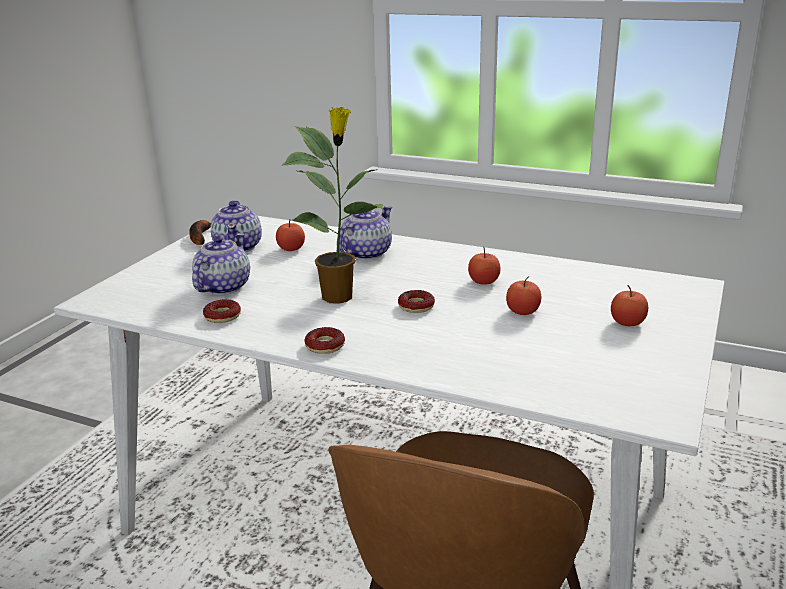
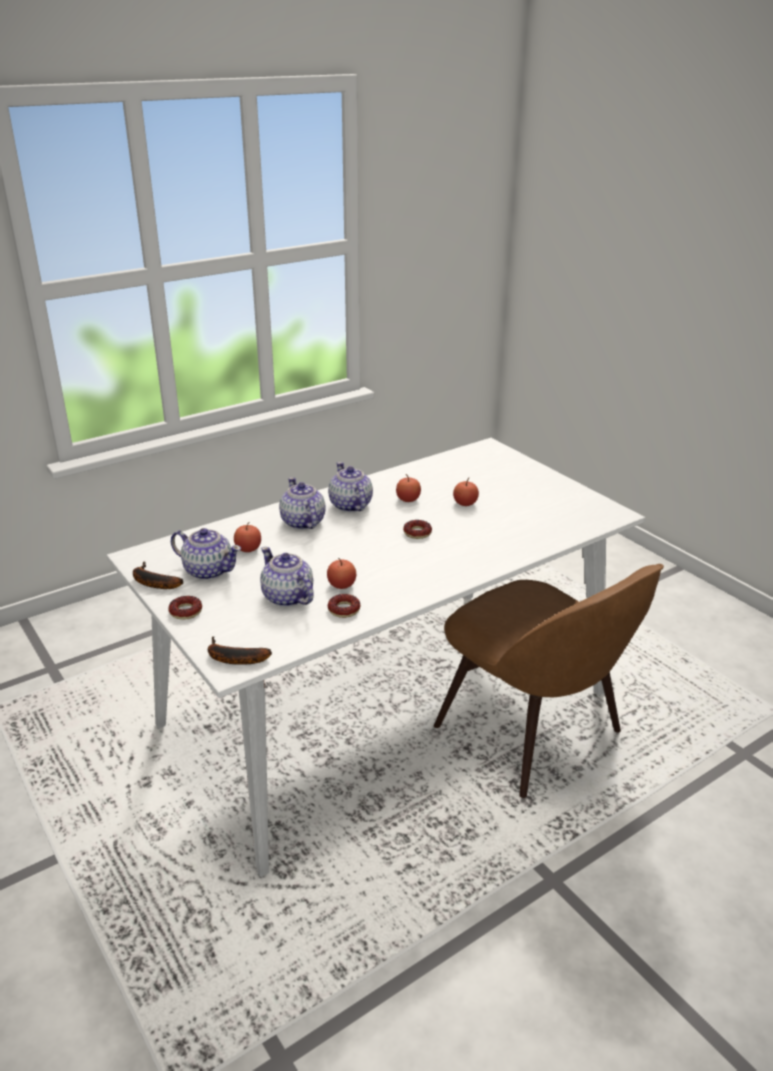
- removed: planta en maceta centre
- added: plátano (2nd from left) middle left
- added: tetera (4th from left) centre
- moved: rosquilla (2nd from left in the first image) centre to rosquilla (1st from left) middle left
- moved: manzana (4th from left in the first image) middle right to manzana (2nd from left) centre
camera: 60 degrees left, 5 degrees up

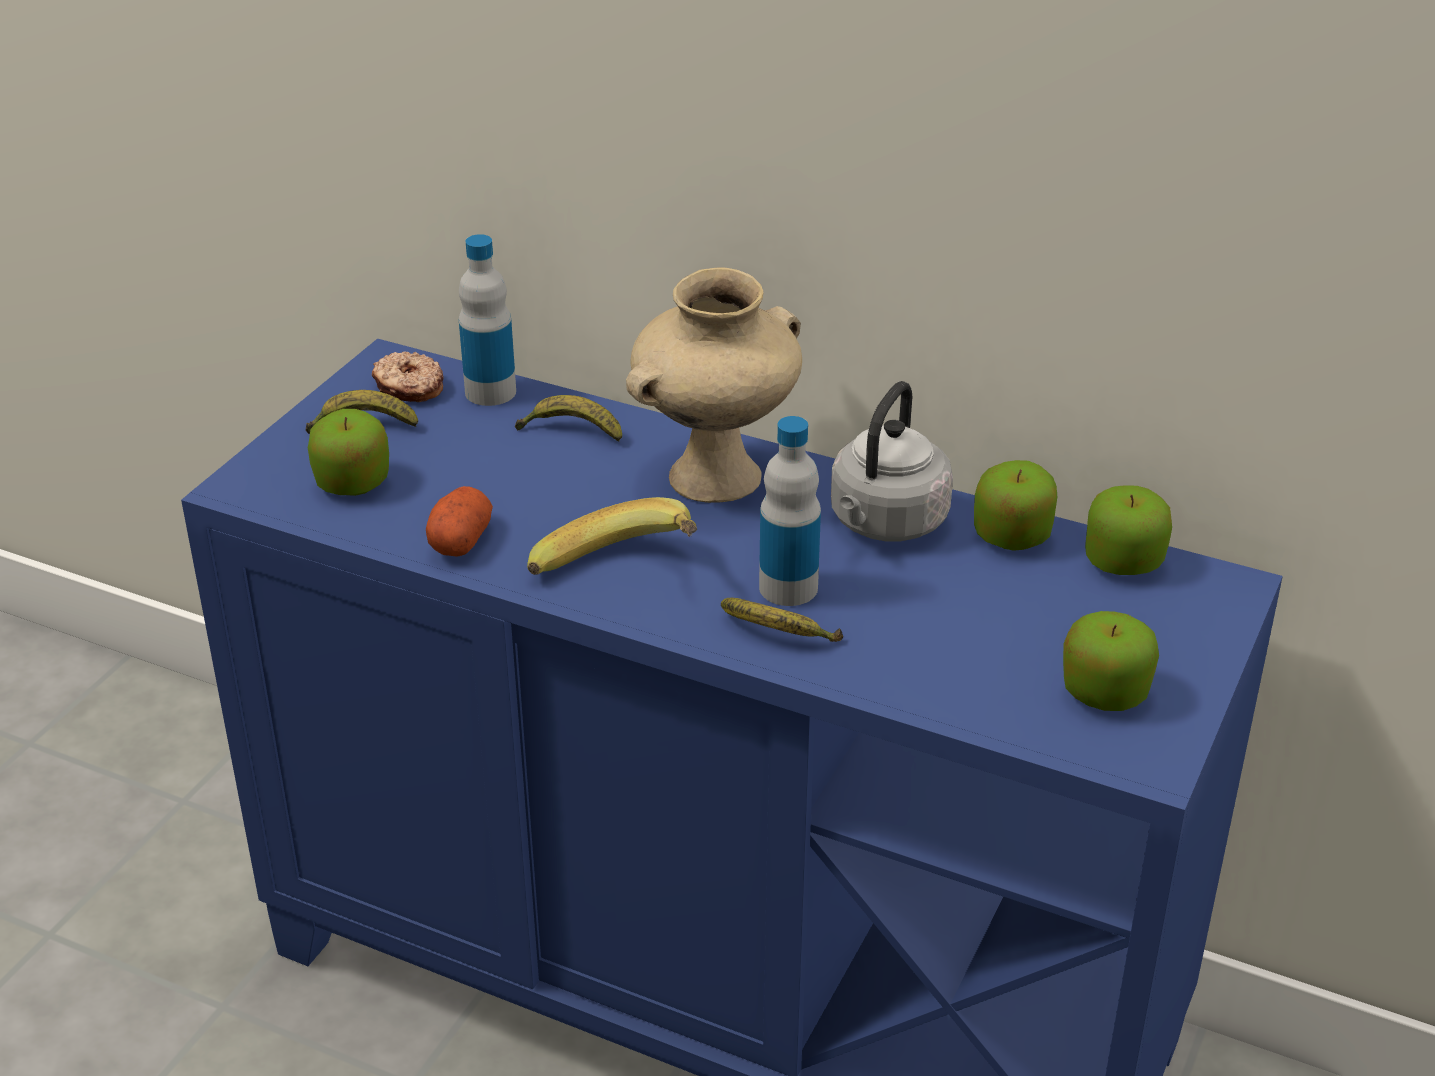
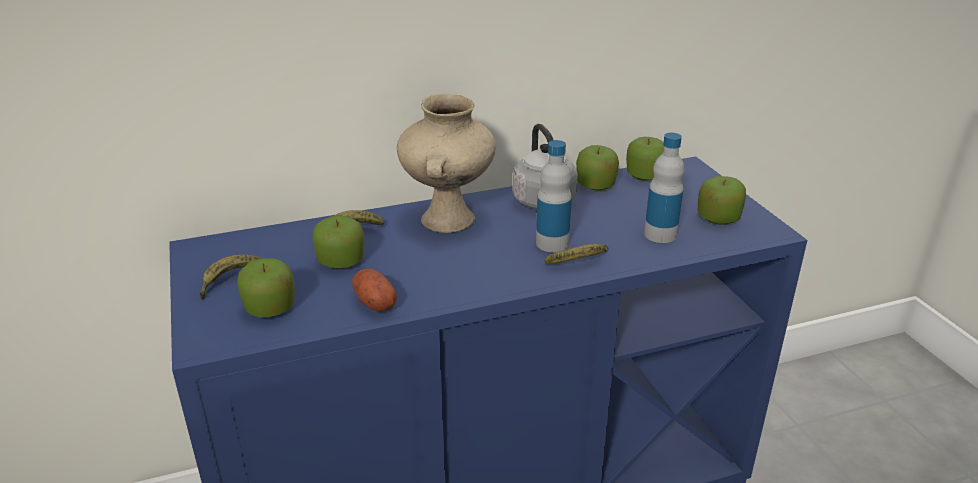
- removed: rosquilla middle left
- removed: plátano (3rd from left) centre
- added: manzana (2nd from left) centre
- moved: botella (1st from left in the first image) top centre to botella (2nd from left) middle right
camera: 45 degrees left, 5 degrees down

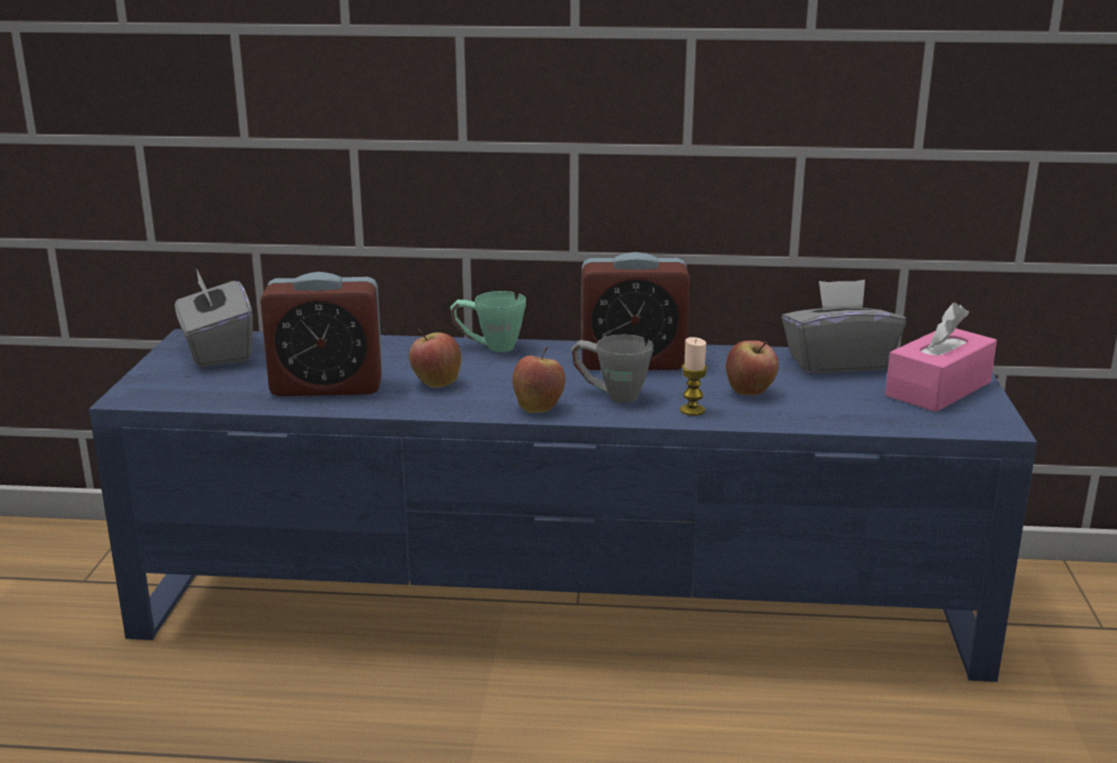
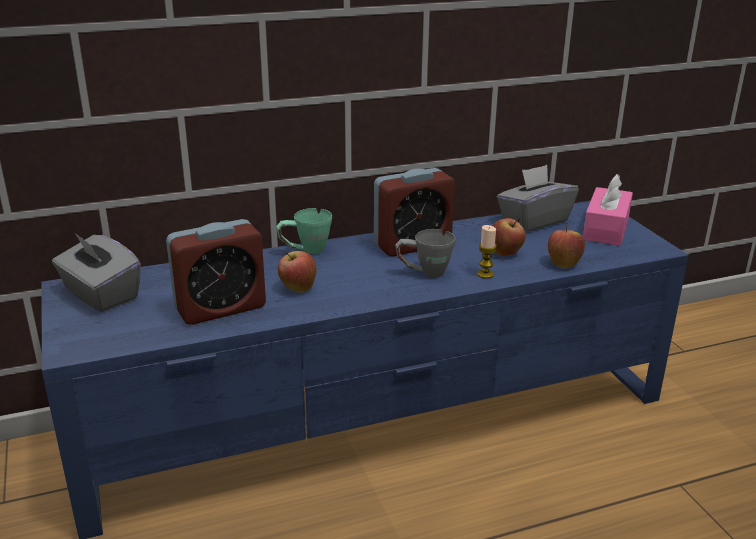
- moved: manzana (2nd from left in the first image) centre to manzana (3rd from left) middle right
camera: 25 degrees left, 5 degrees up

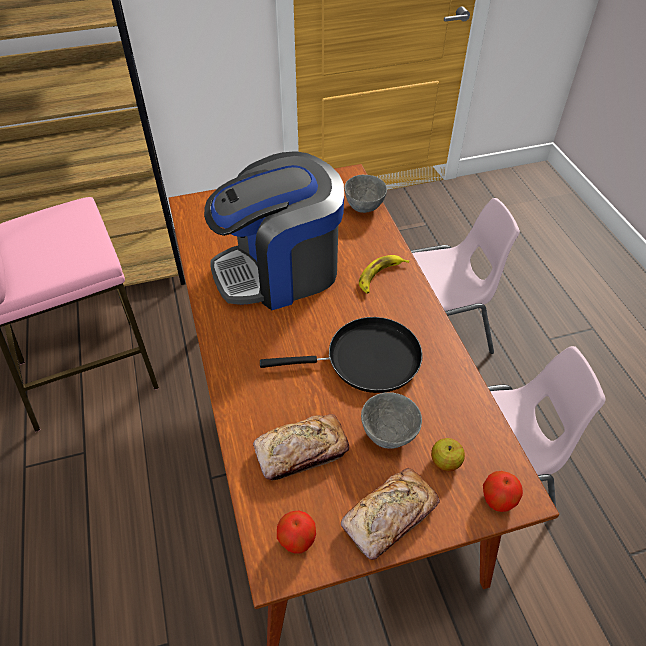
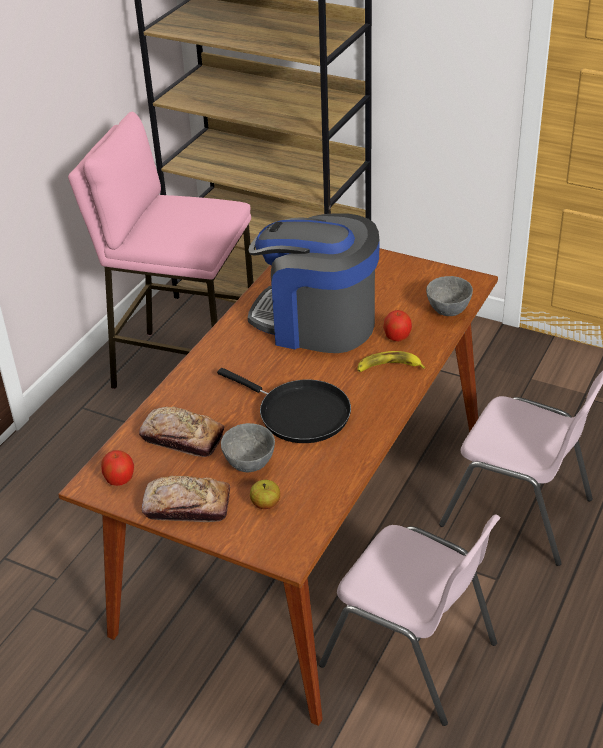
- moved: manzana (3rd from left) bottom right to centre
camera: 45 degrees right, 10 degrees down

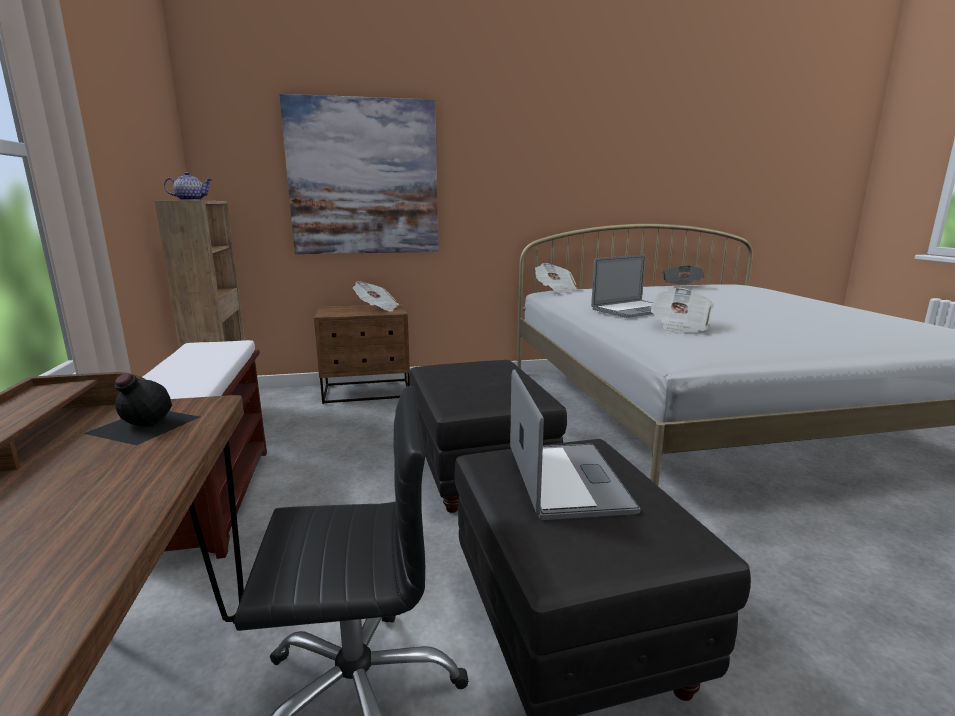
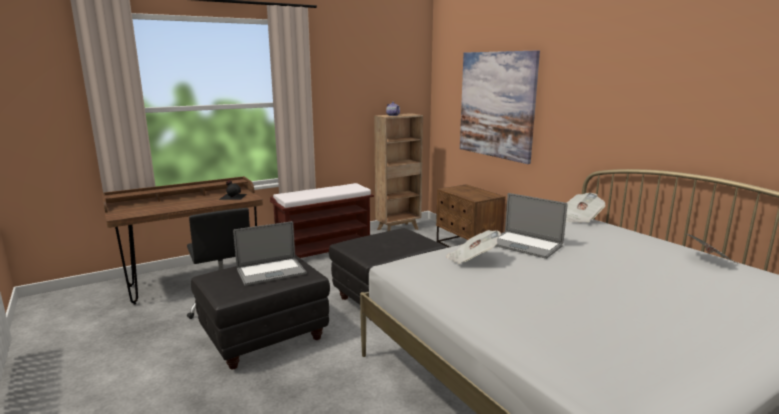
- removed: periódico (1st from left) centre
camera: 70 degrees right, 0 degrees up

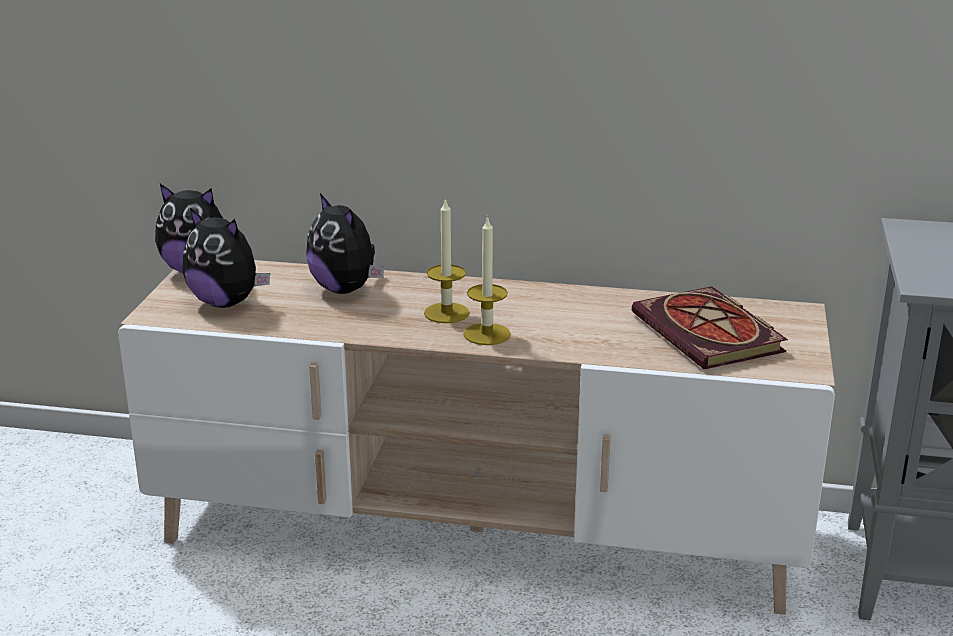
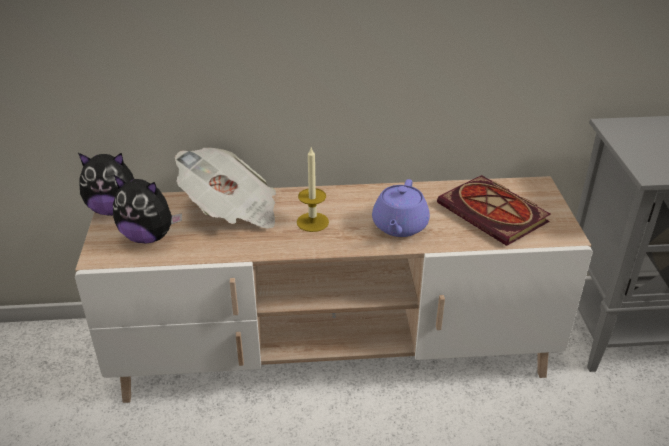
- removed: vela (2nd from left) centre
- added: tetera (morado) centre
- replaced: peluche (3rd from left) centre to periódico centre
camera: 15 degrees left, 10 degrees up

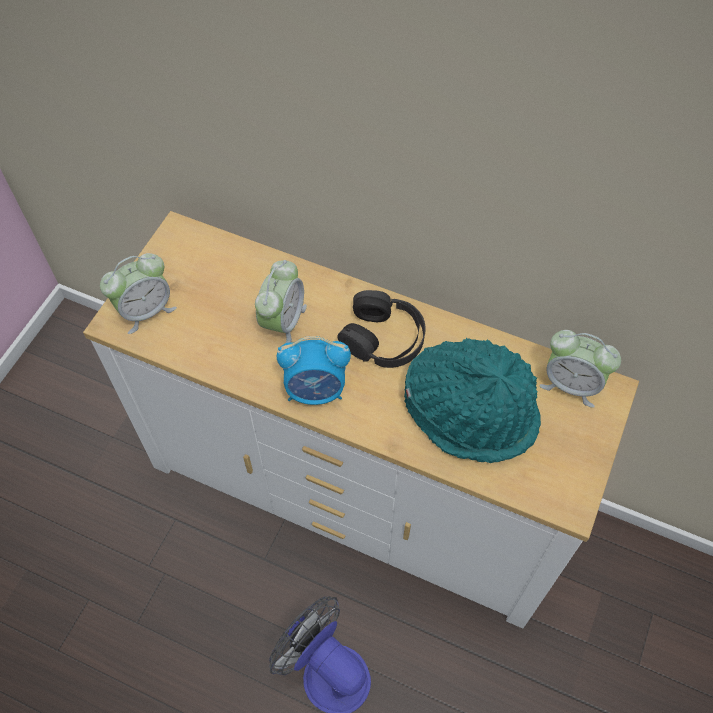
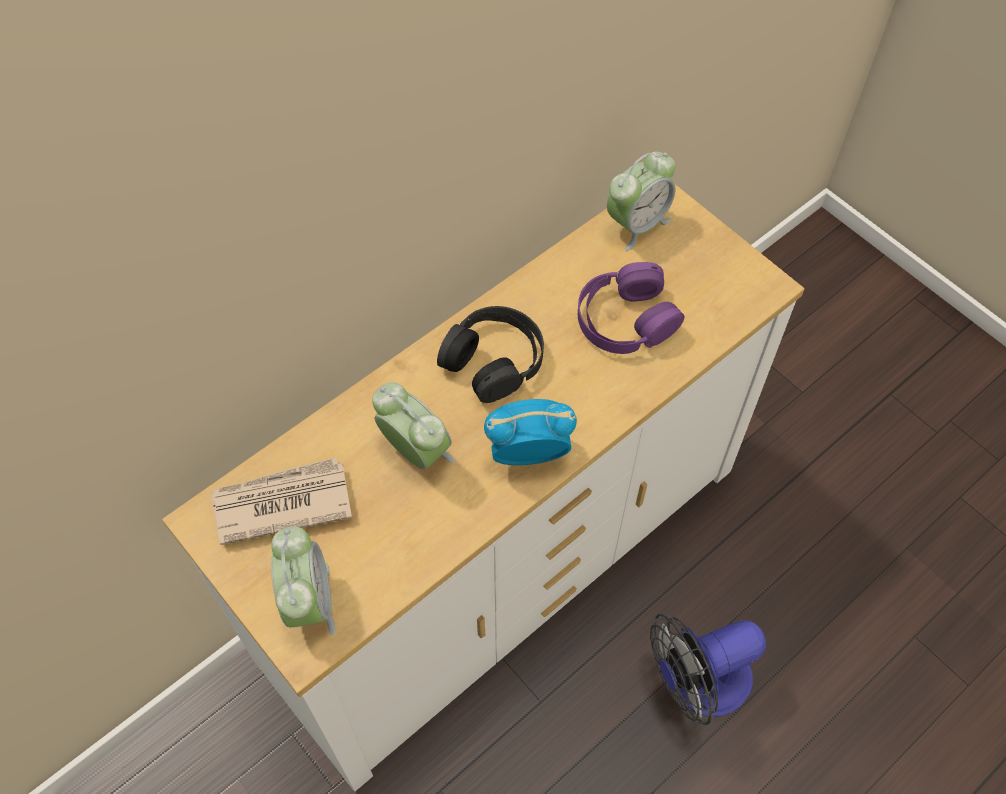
- added: periódico middle left
- replaced: sombrero (turquesa) centre to auriculares (morado) centre
- turned: despertador (3rd from left) centre = centre 120 degrees counterclockwise
camera: 65 degrees left, 0 degrees up

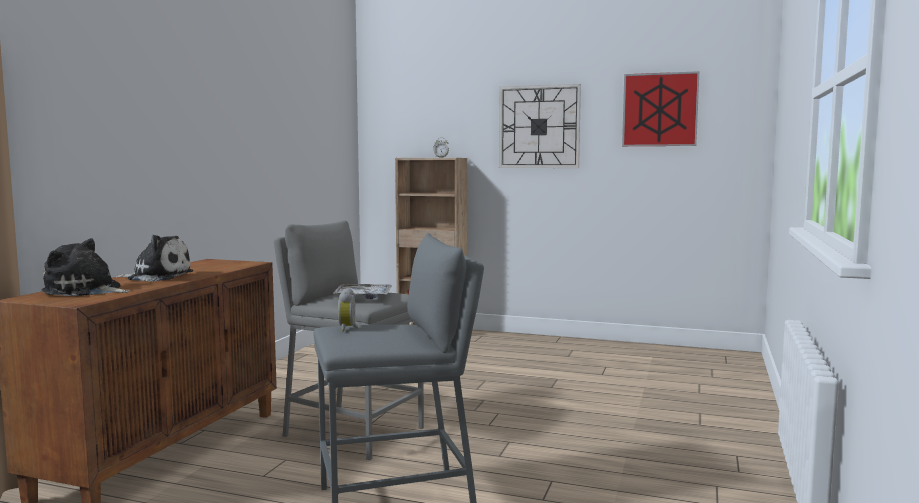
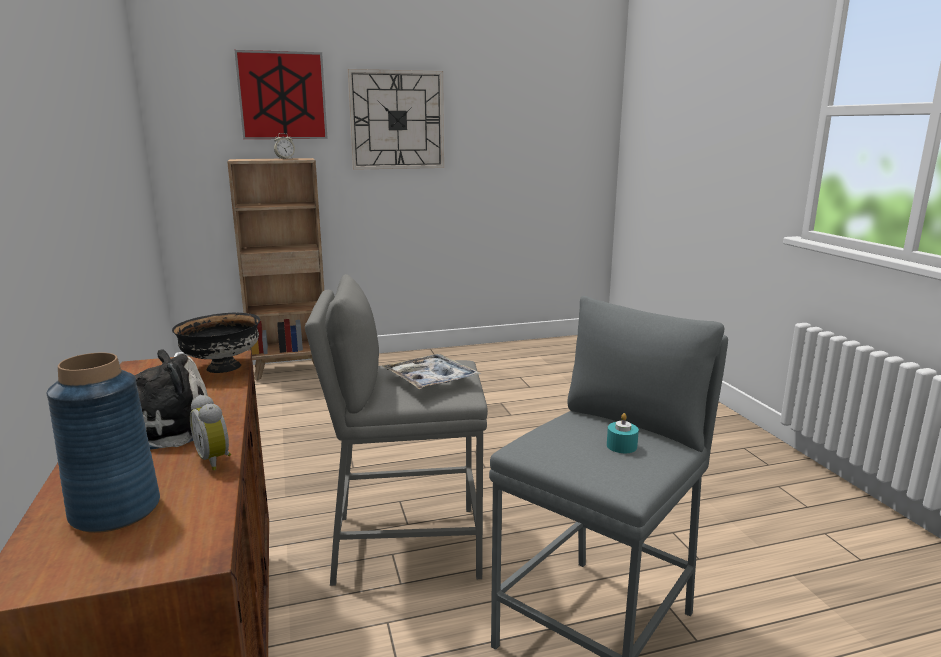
- added: cuenco (negro) middle left
- added: vela (turquesa) centre
- moved: despertador (1st from left) centre to middle left
- moved: cuadro top right to top left
- replaced: peluche (1st from left) middle left to florero (azul) bottom left
camera: 35 degrees left, 10 degrees up

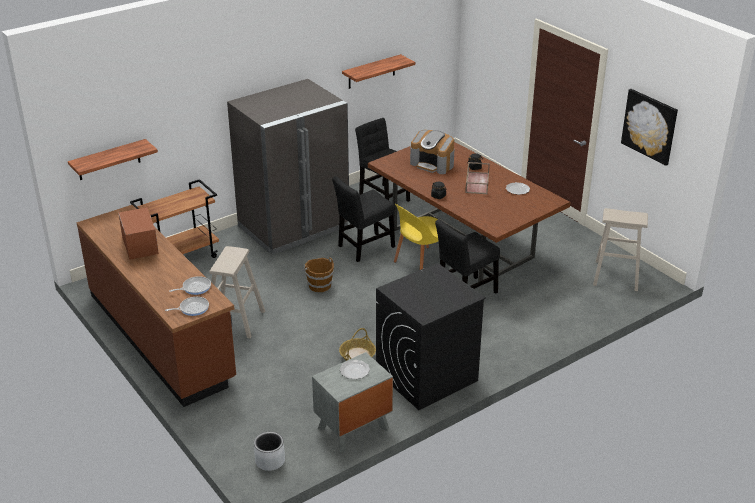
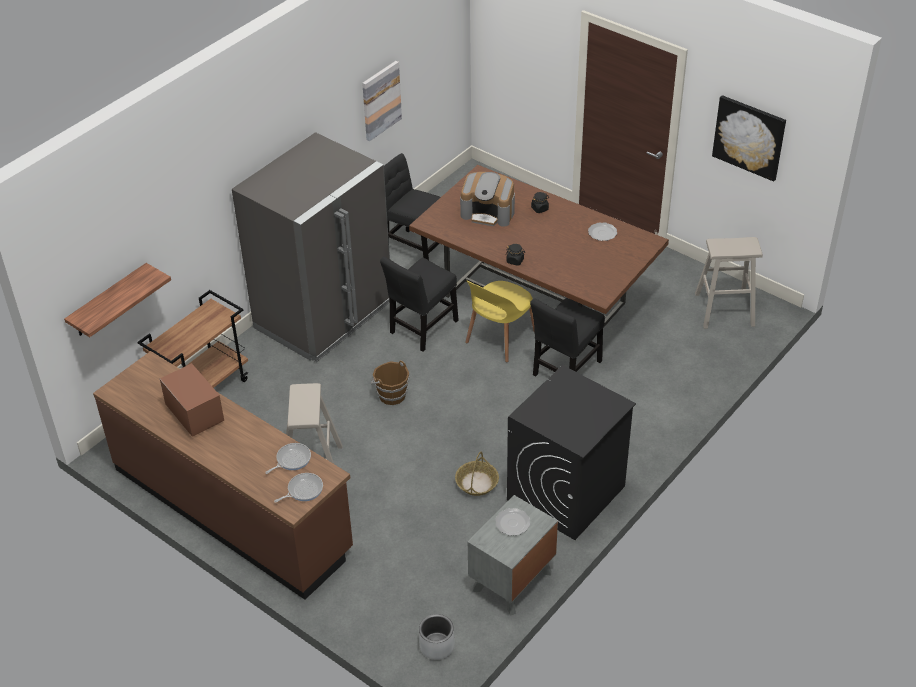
- removed: bandeja (marrón) centre
- replaced: estante (2nd from left) top centre to cuadro (1st from left) top centre
camera: 15 degrees left, 10 degrees up

